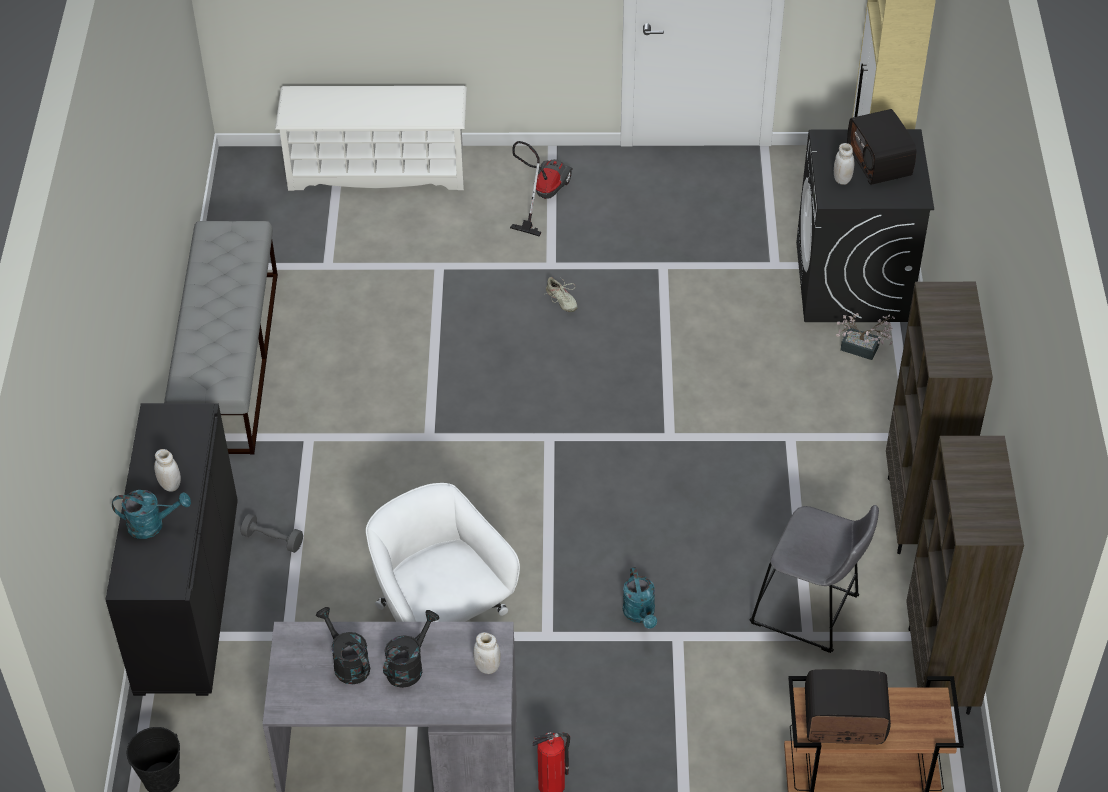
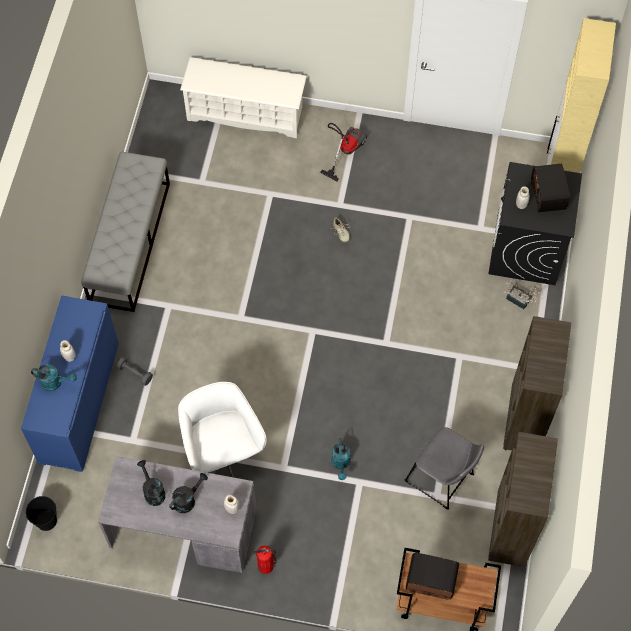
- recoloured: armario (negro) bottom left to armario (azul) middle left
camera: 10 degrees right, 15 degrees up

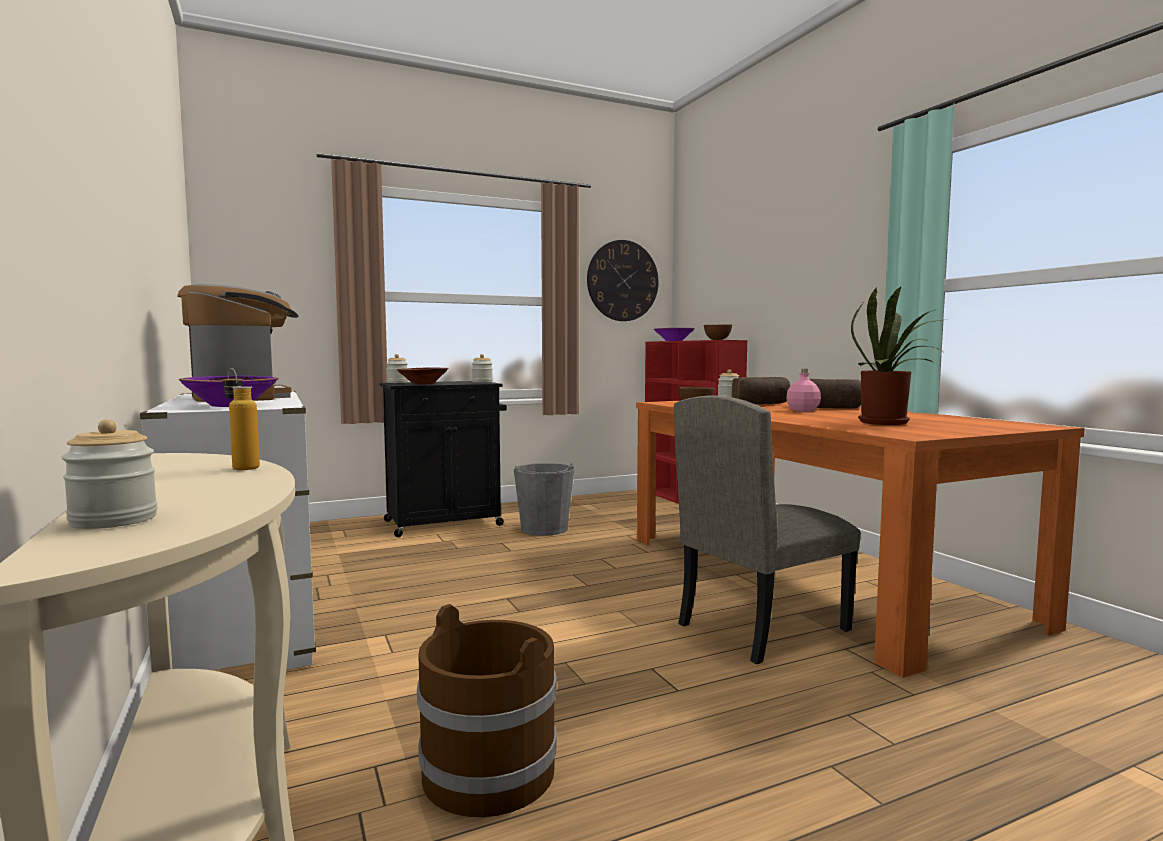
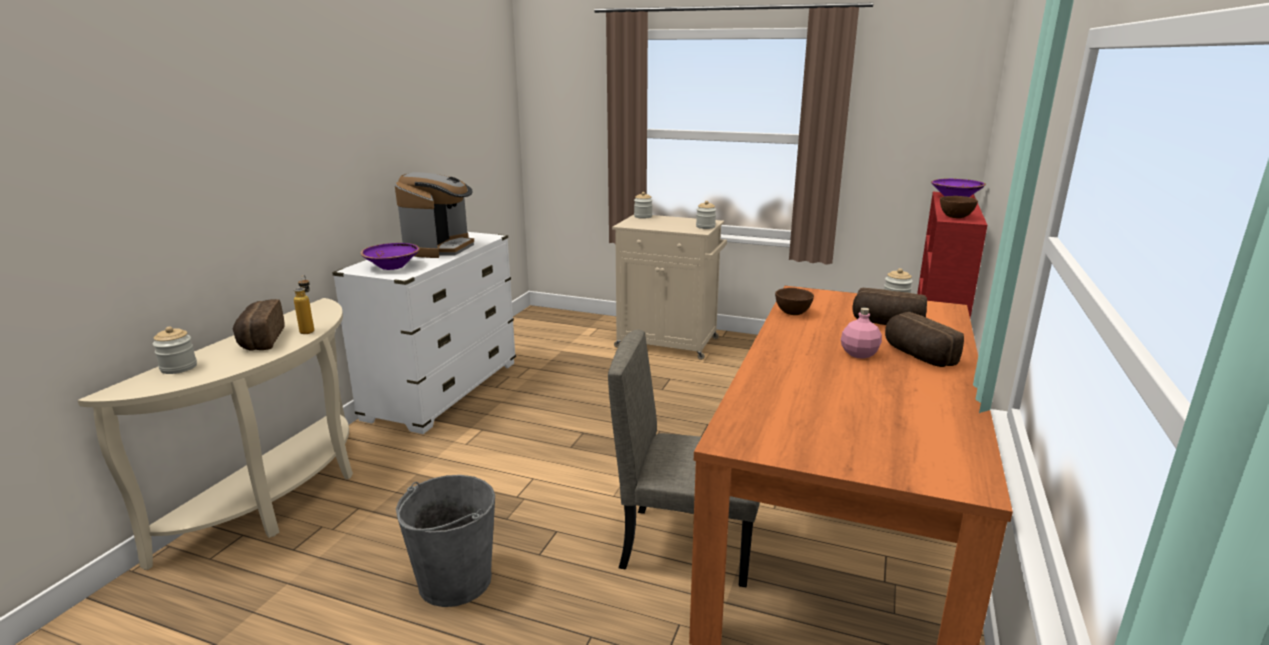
- removed: cuenco (marrón) (1st from left) centre
- removed: cubo (marrón) bottom centre
- removed: reloj de pared top centre
- removed: planta en maceta middle right
- added: pan (1st from left) middle left
- moved: cubo (gris) centre to bottom centre
- recoloured: armario (negro) centre to armario (beis) centre
camera: 45 degrees right, 15 degrees up

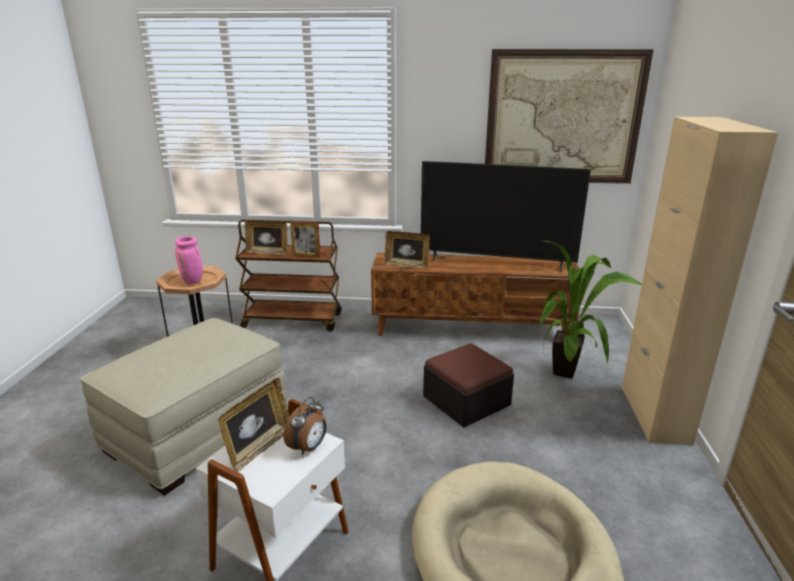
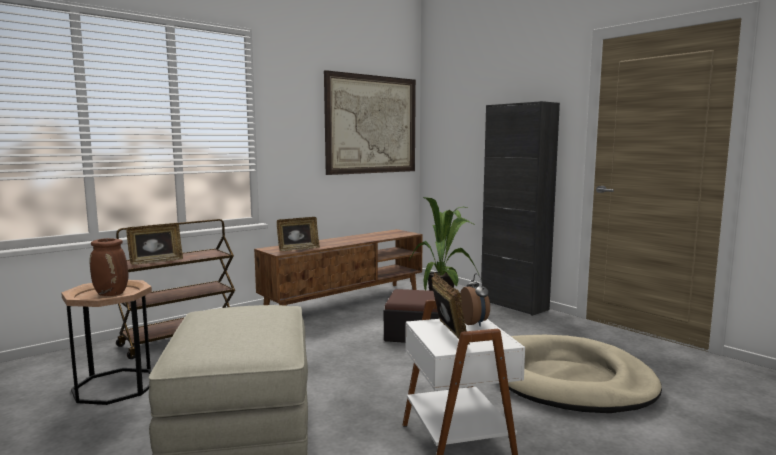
- removed: portarretratos (3rd from left) centre
- removed: televisor centre
- recoloured: florero (rosa) middle left to florero (marrón) middle left
- recoloured: armario (beis) middle right to armario (negro) middle right
camera: 45 degrees left, 15 degrees down

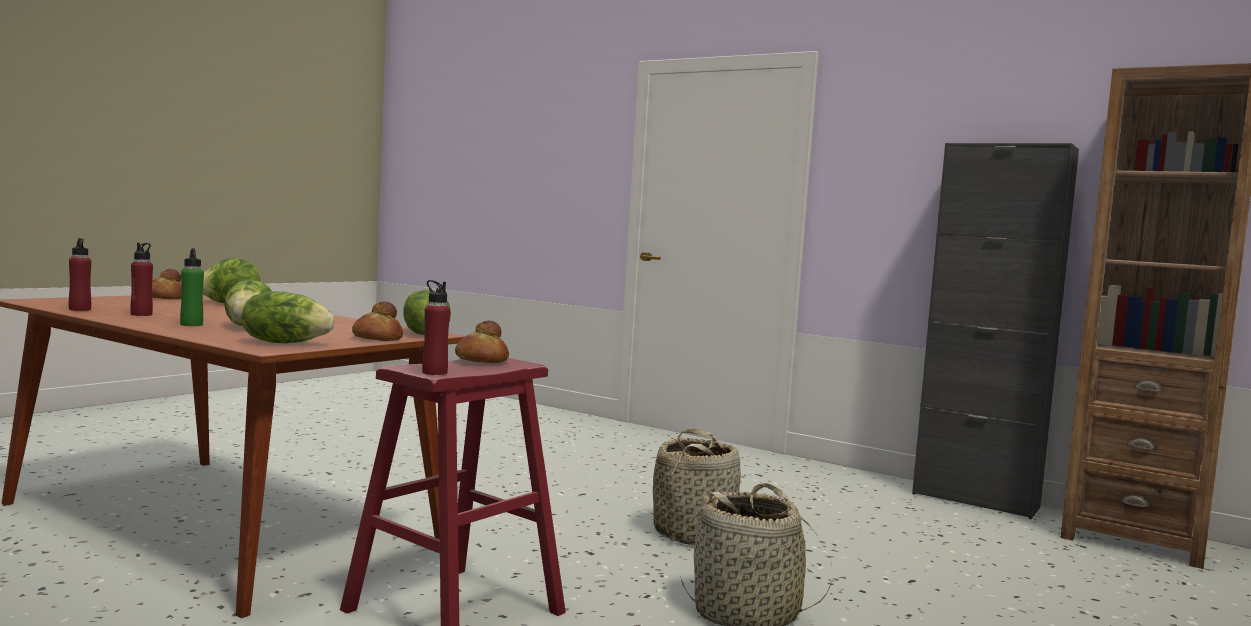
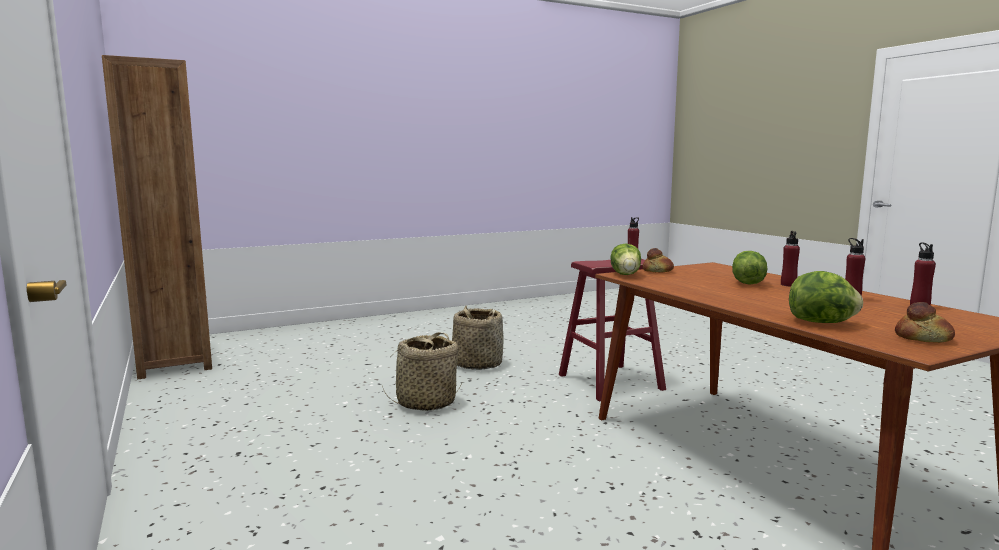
- removed: lechuga (3rd from left) middle left
- removed: pan (3rd from left) centre
- removed: armario (negro) middle right
- recoloured: botella (verde) middle left to botella (rojo) (2nd from left) middle right
camera: 150 degrees left, 5 degrees up

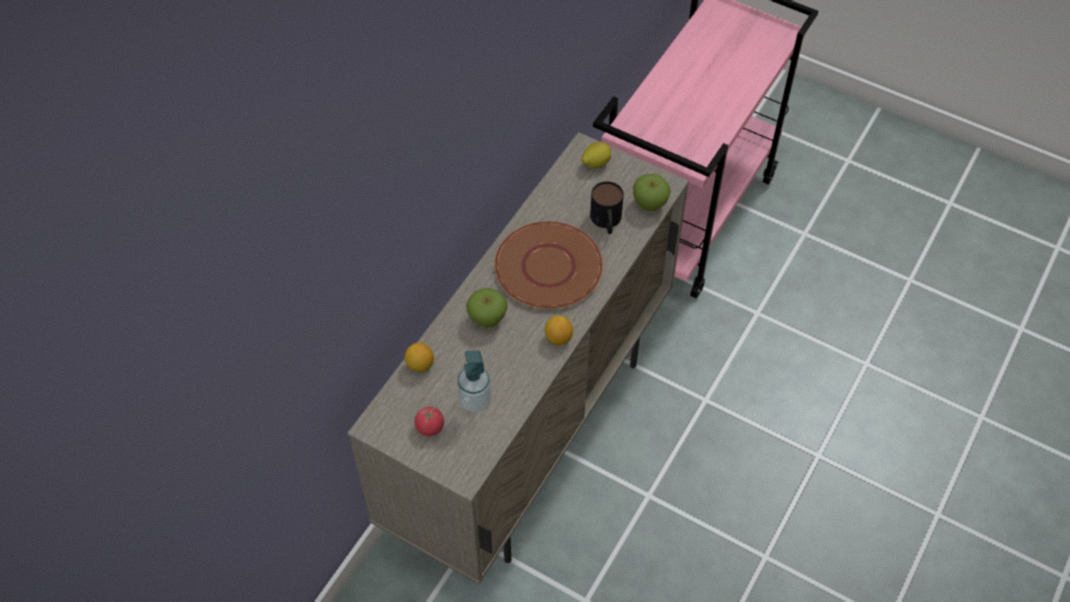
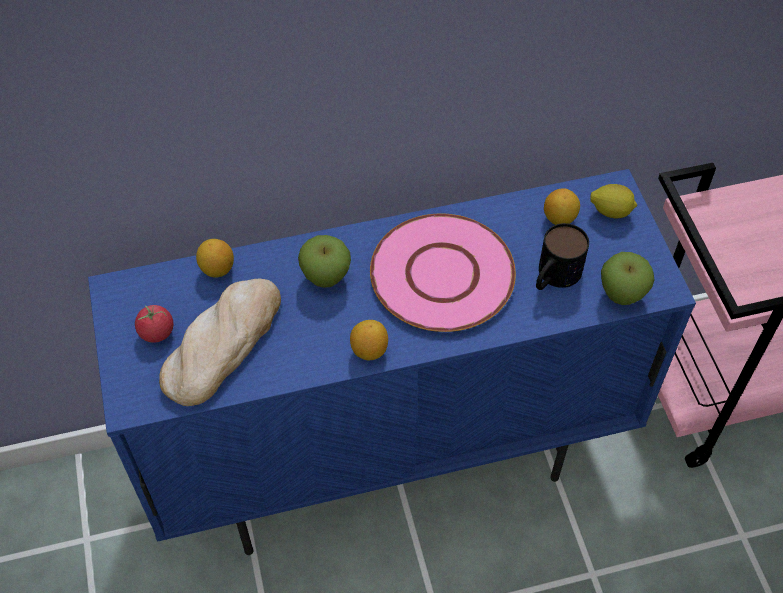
- added: limón (3rd from left) middle right
- replaced: dispensador de jabón centre to pan middle left
- recoloured: armario (beis) centre to armario (azul) centre
- recoloured: plato (marrón) centre to plato (rosa) centre
camera: 45 degrees right, 0 degrees up

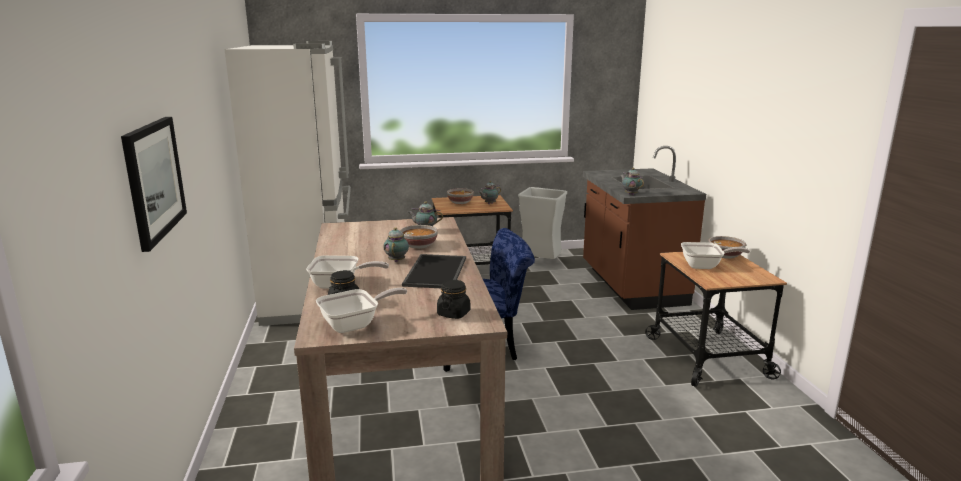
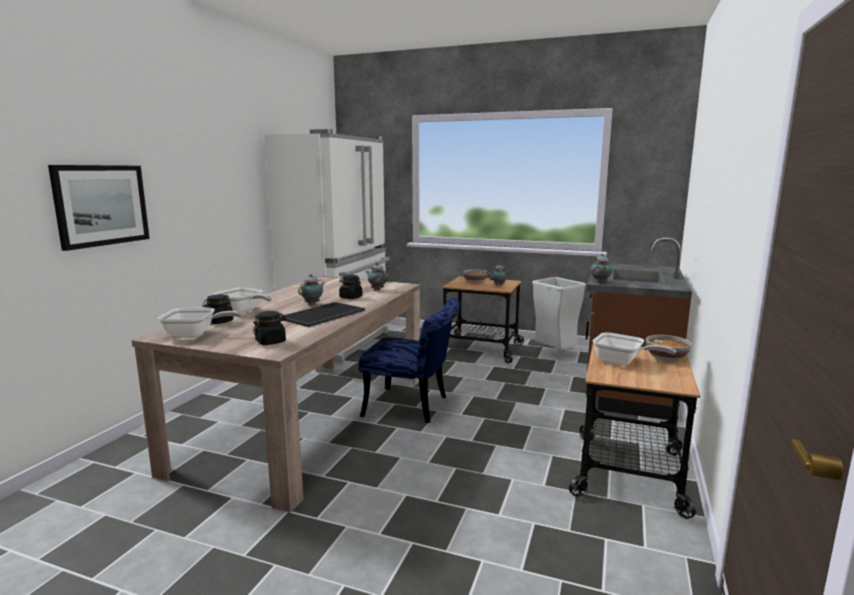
- replaced: cuenco (1st from left) centre to tarro (negro) (3rd from left) centre
camera: 30 degrees right, 5 degrees down

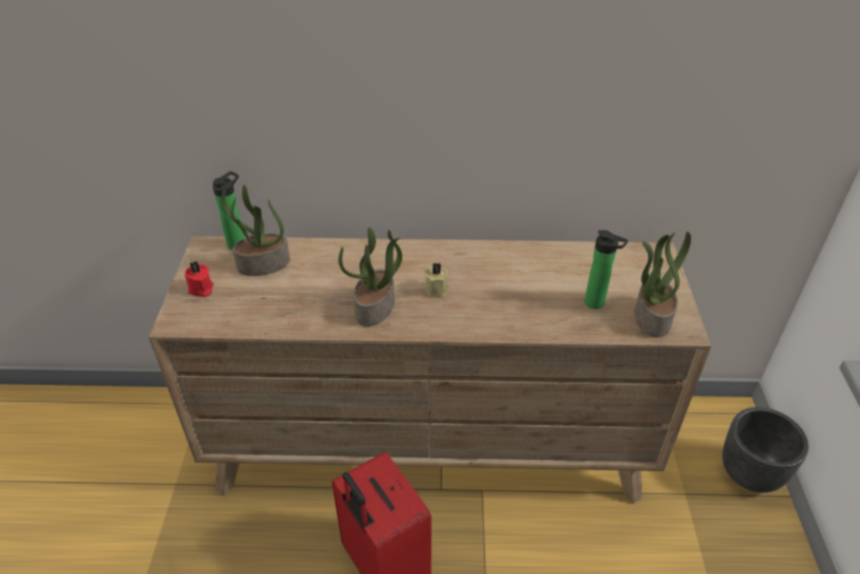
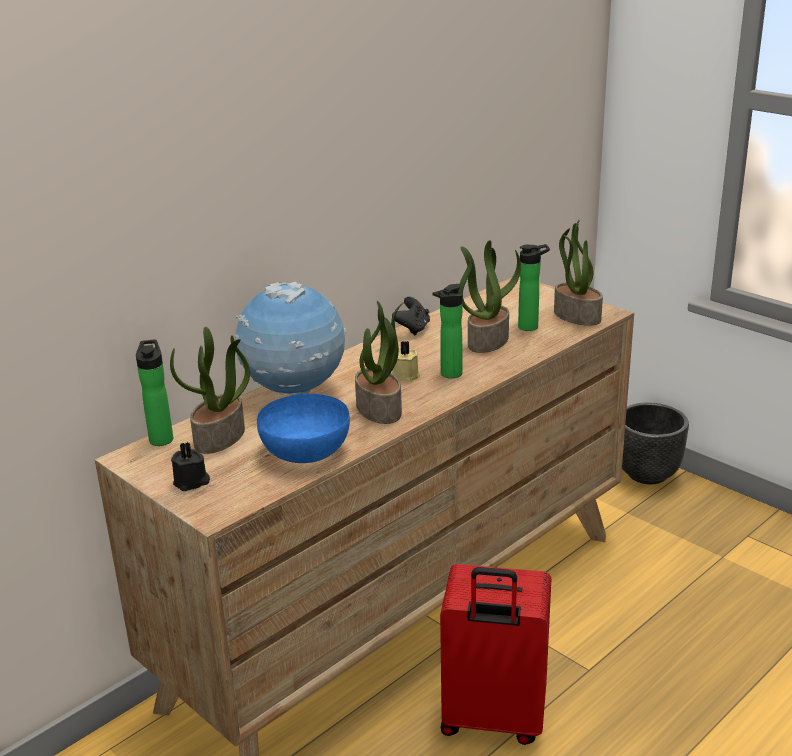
- added: globo terráqueo centre
- added: cuenco (azul) centre
- added: mando de consola (negro) centre
- added: botella (2nd from left) centre
- added: planta en maceta (3rd from left) centre
- recoloured: vela (rojo) middle left to vela (negro) middle left
camera: 45 degrees left, 15 degrees down

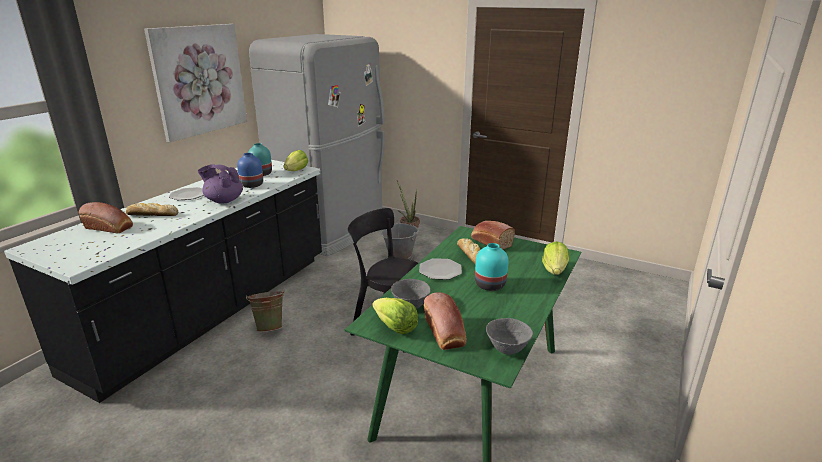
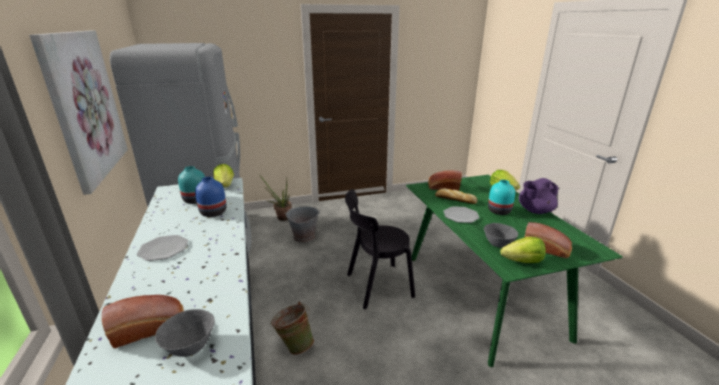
- removed: pan (2nd from left) middle left
- moved: tetera (morado) middle left to middle right
- moved: cuenco (gris) (2nd from left in the first image) bottom centre to cuenco (gris) (1st from left) bottom left
camera: 45 degrees left, 0 degrees up

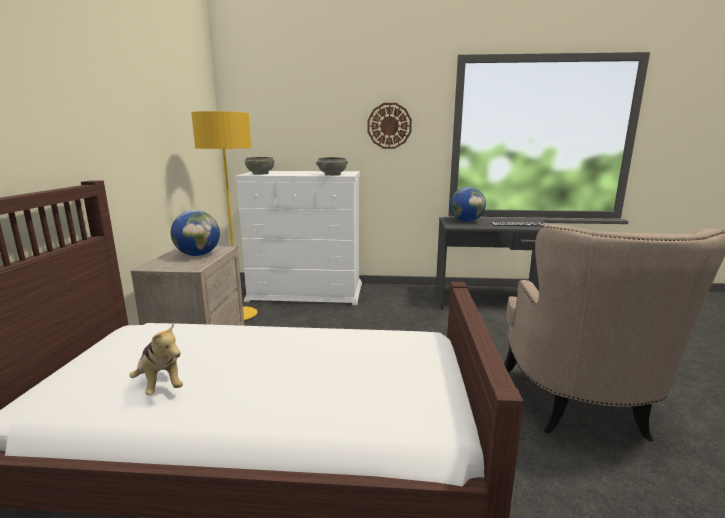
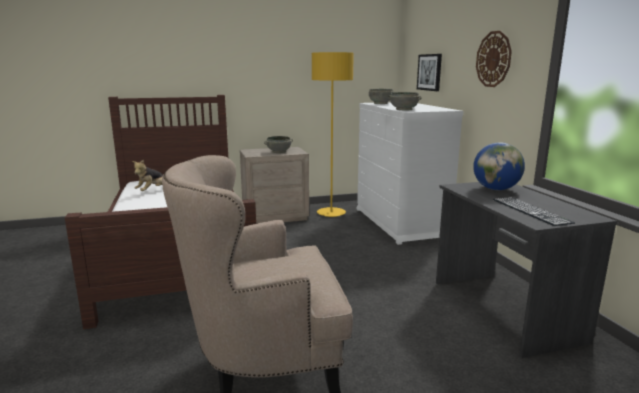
- added: cuadro top right
- replaced: globo terráqueo (1st from left) middle left to cuenco (gris) (1st from left) centre
camera: 70 degrees right, 0 degrees up

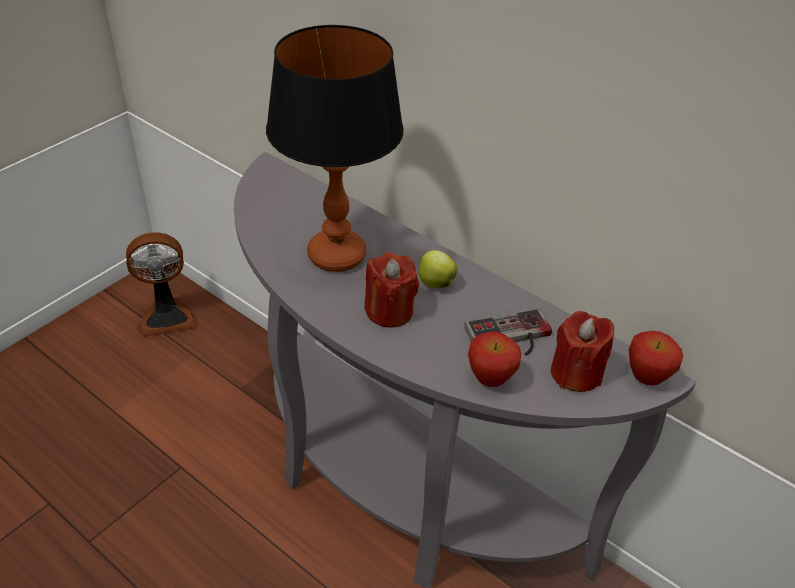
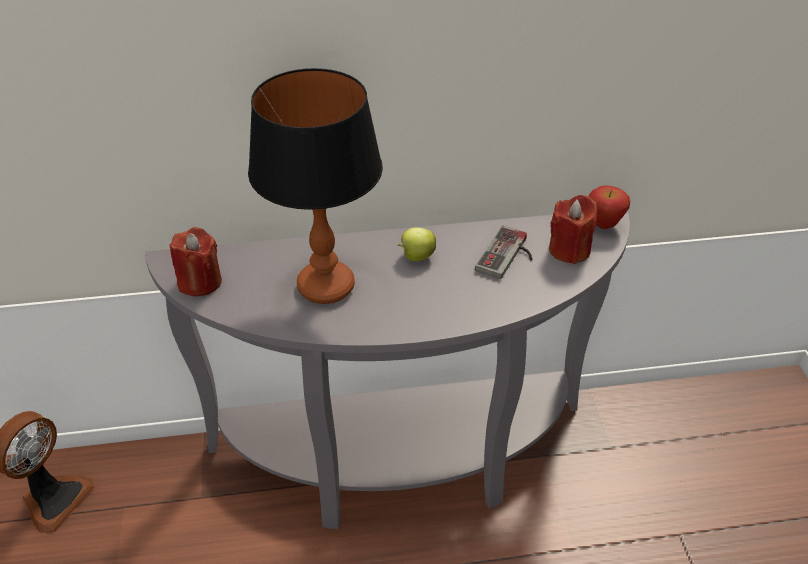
- removed: manzana (2nd from left) centre
- moved: vela (rojo) (1st from left) centre to middle left
camera: 45 degrees left, 0 degrees up

